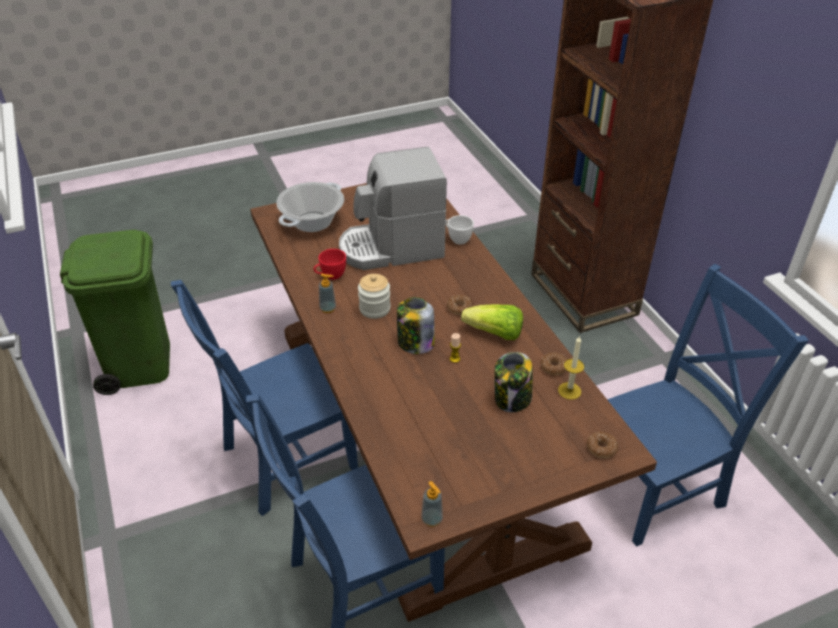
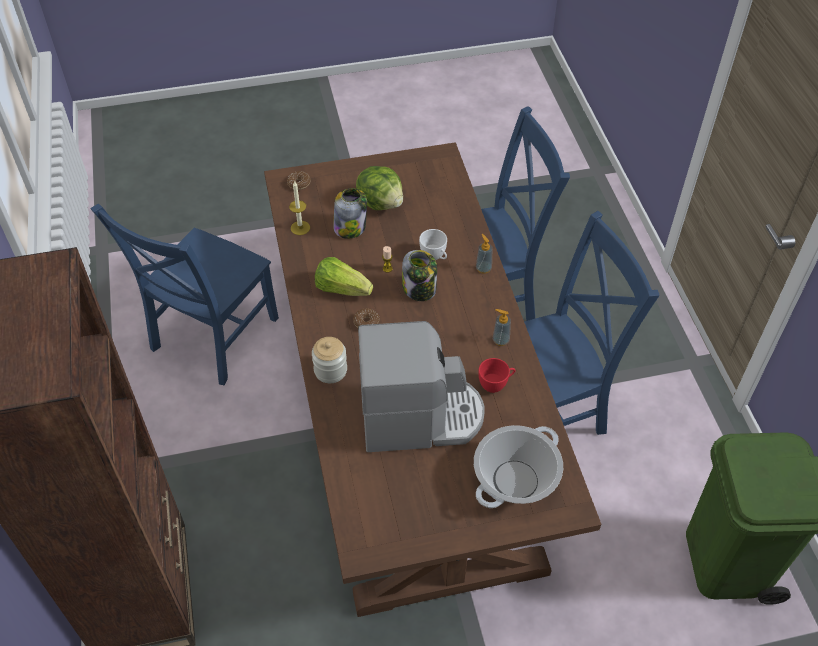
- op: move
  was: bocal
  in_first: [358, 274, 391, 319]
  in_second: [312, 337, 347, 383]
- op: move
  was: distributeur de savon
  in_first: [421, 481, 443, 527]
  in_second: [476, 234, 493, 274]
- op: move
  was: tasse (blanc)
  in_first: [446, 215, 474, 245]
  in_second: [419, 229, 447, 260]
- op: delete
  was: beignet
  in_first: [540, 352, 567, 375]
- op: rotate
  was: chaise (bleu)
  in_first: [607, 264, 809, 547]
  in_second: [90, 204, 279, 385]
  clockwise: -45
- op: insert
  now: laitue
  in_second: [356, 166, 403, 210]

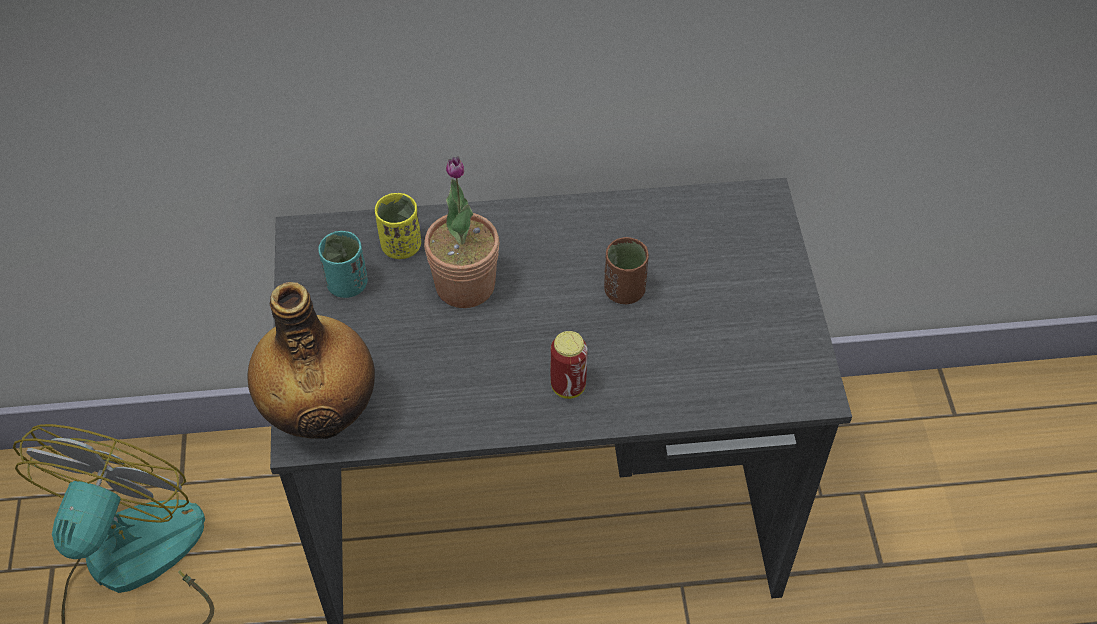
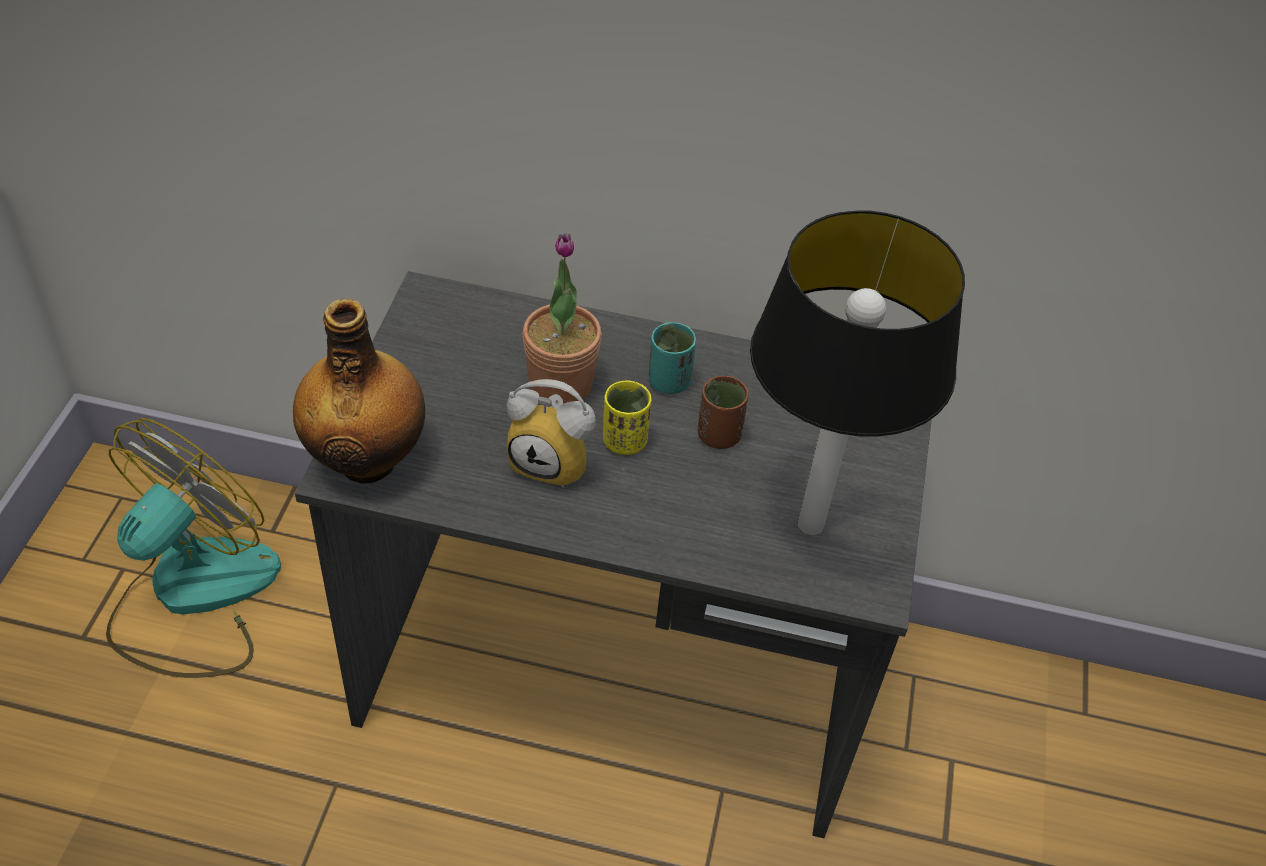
- op: move
  was: tasse (turquoise)
  in_first: [318, 231, 368, 298]
  in_second: [649, 322, 696, 394]
- op: move
  was: tasse (jaune)
  in_first: [375, 193, 421, 259]
  in_second: [603, 380, 652, 455]
- op: delete
  was: boîte métallique
  in_first: [551, 331, 587, 399]
- op: insert
  now: réveil
  in_second: [507, 379, 596, 489]
- op: insert
  now: lampe de table
  in_second: [750, 210, 965, 535]

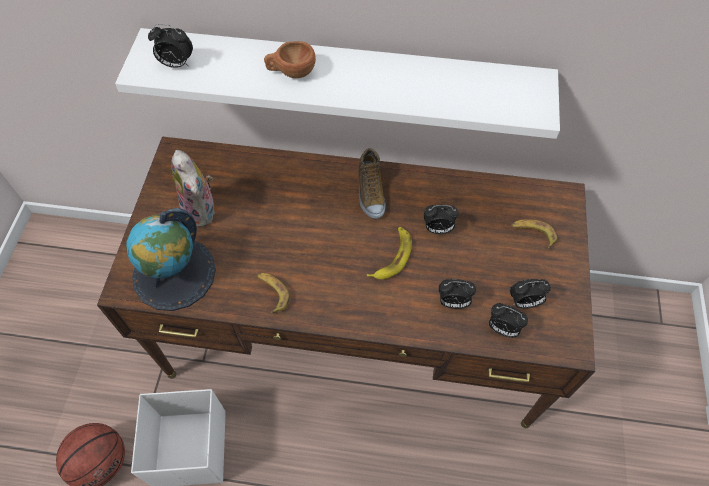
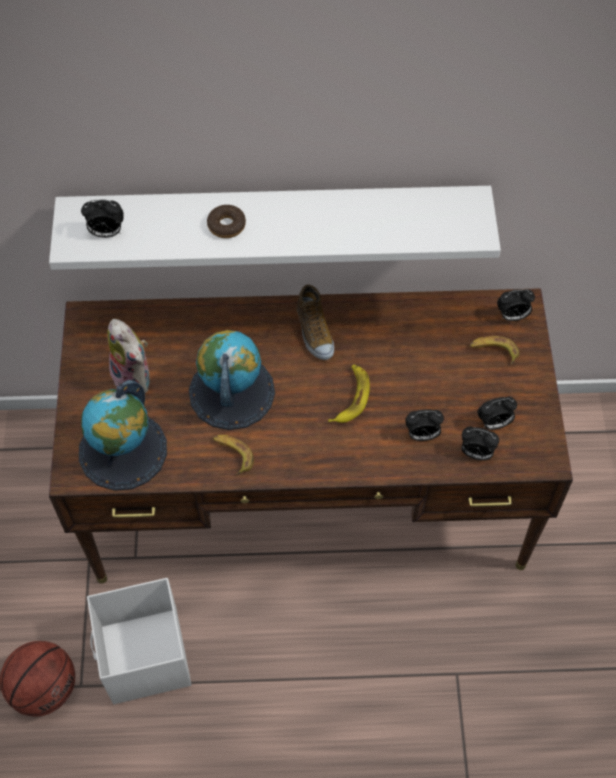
- op: replace
  was: tasse (marron)
  now: beignet
  in_first: [264, 41, 316, 78]
  in_second: [207, 205, 246, 238]
- op: move
  was: réveil
  in_first: [424, 205, 459, 234]
  in_second: [497, 289, 535, 321]
- op: insert
  now: globe
  in_second: [189, 330, 275, 430]

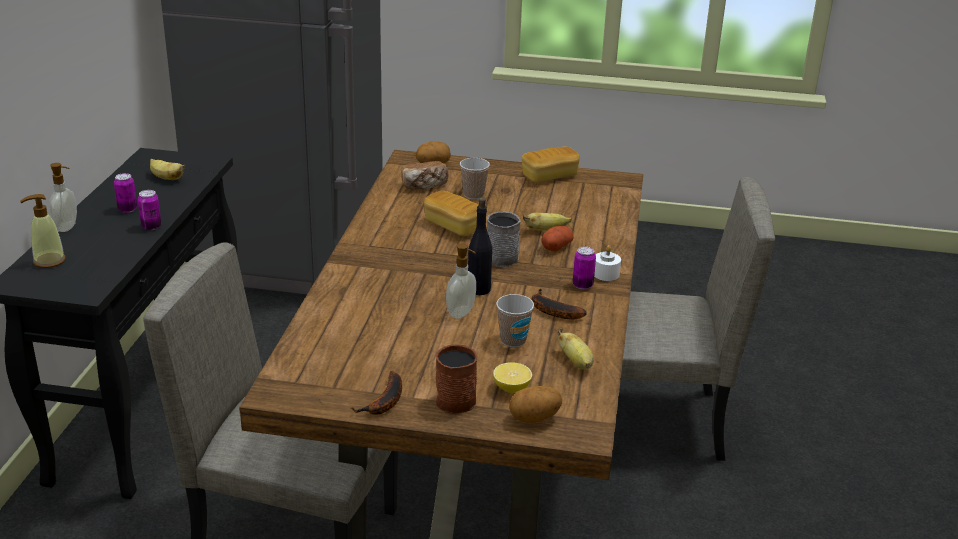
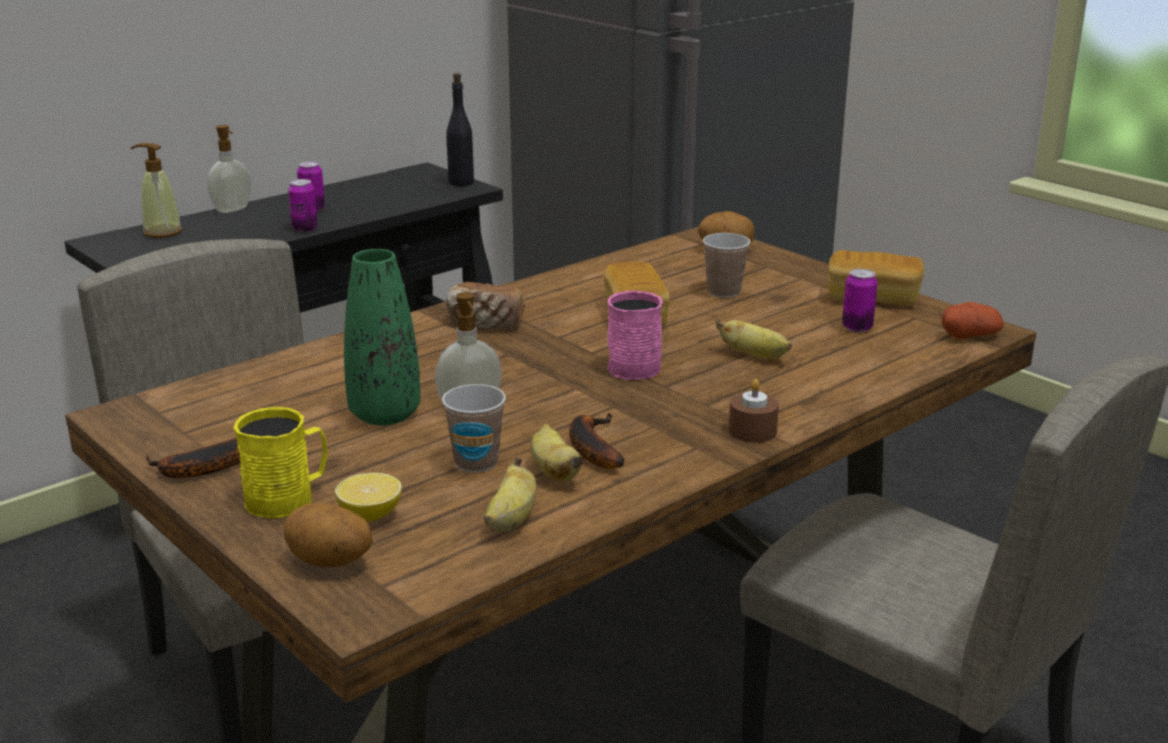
- op: move
  was: banane
  in_first: [150, 159, 186, 180]
  in_second: [530, 423, 583, 482]
- op: move
  was: pain
  in_first: [401, 161, 449, 190]
  in_second: [446, 282, 525, 328]
- op: recolor
  was: mug (marron)
  now: mug (jaune)
  in_first: [436, 345, 477, 414]
  in_second: [234, 407, 328, 518]
- op: move
  was: bouteille (noir)
  in_first: [468, 198, 492, 295]
  in_second: [446, 73, 474, 186]
- op: recolor
  was: mug (gris)
  now: mug (rose)
  in_first: [487, 211, 520, 267]
  in_second: [607, 291, 663, 380]
- op: move
  was: pomme de terre
  in_first: [541, 226, 574, 252]
  in_second: [942, 302, 1004, 339]
- op: move
  was: boîte métallique
  in_first: [573, 246, 596, 289]
  in_second: [842, 269, 878, 332]
- op: recolor
  was: bougie (blanc)
  now: bougie (marron)
  in_first: [594, 245, 621, 281]
  in_second: [729, 379, 779, 443]
- op: insert
  now: vase (vert)
  in_second: [344, 249, 421, 426]

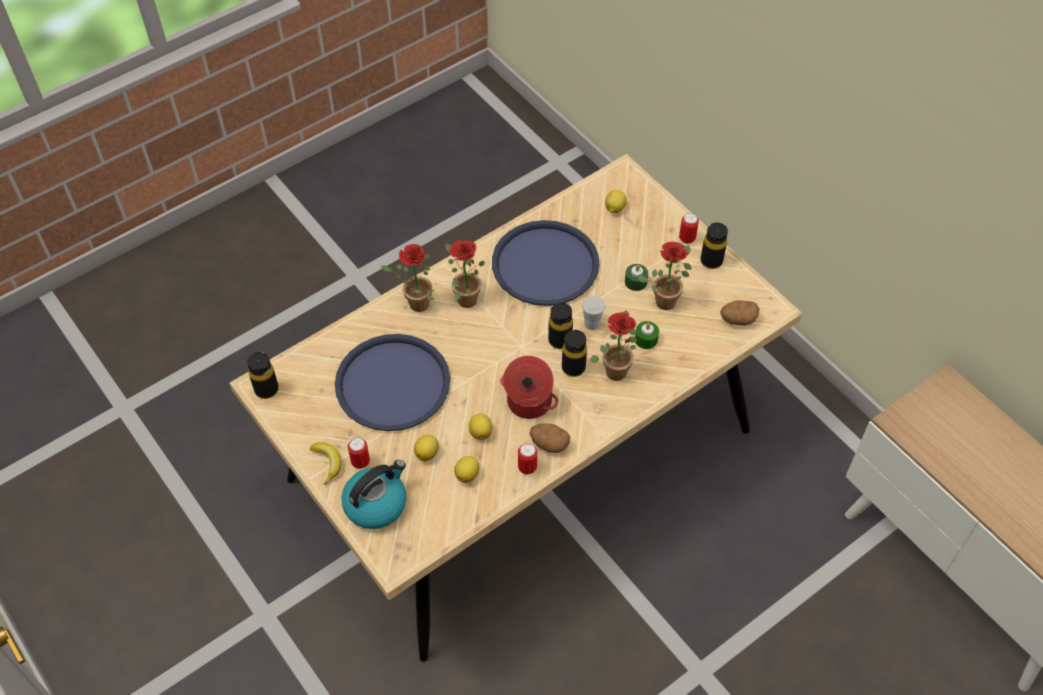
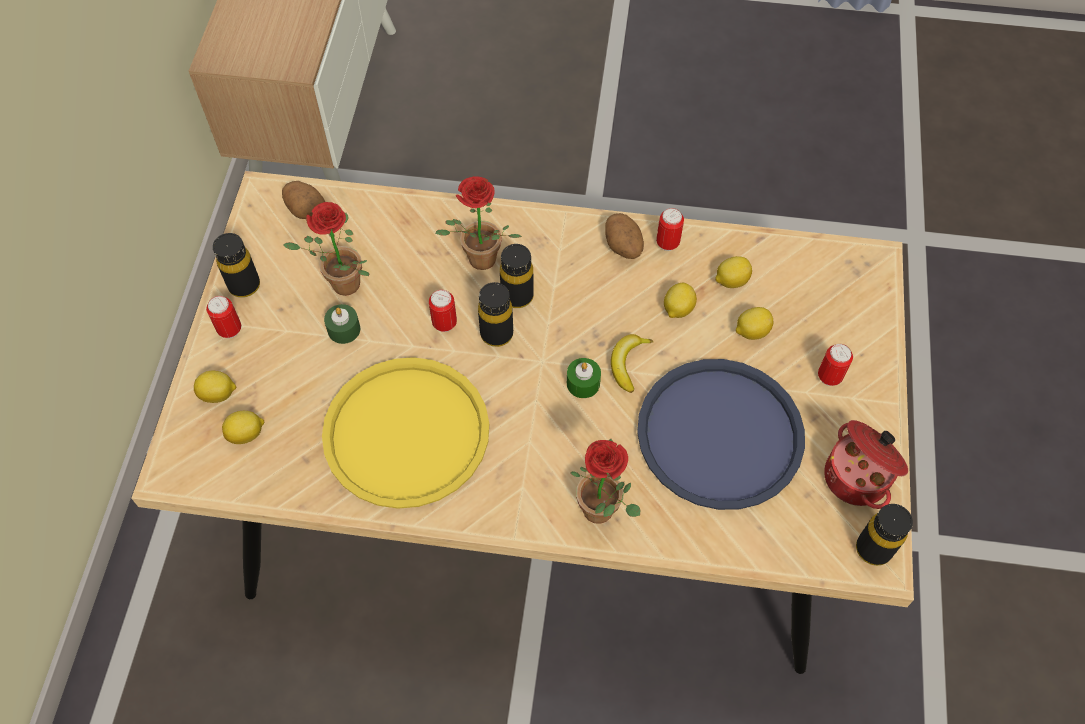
- op: move
  was: banane
  in_first: [310, 442, 341, 485]
  in_second: [611, 334, 653, 393]
- op: delete
  was: bouilloire
  in_first: [341, 460, 406, 529]
- op: delete
  was: plante en pot
  in_first: [445, 240, 485, 308]
- op: recolor
  was: plateau (bleu)
  now: plateau (jaune)
  in_first: [492, 220, 599, 306]
  in_second: [322, 357, 489, 509]
- op: move
  was: marmite
  in_first: [501, 356, 558, 419]
  in_second: [824, 420, 908, 509]
- op: replace
  was: tasse (blanc)
  now: boîte métallique
  in_first: [582, 296, 605, 330]
  in_second: [429, 290, 457, 332]
- op: move
  was: bougie (vert)
  in_first: [635, 321, 659, 349]
  in_second: [567, 358, 601, 398]
- op: insert
  now: citron
  in_second: [194, 371, 236, 403]

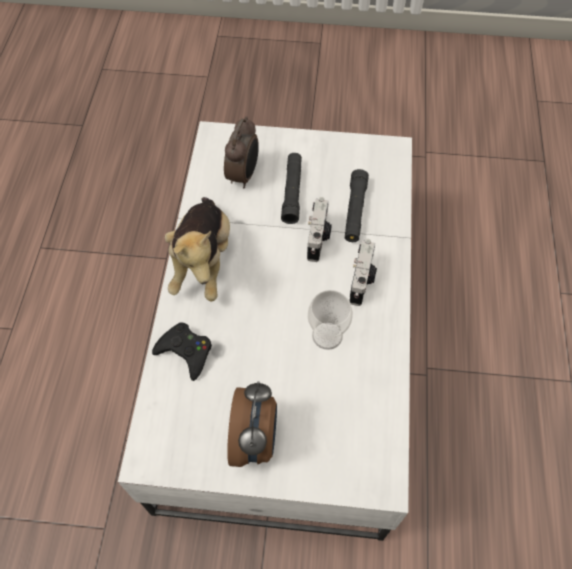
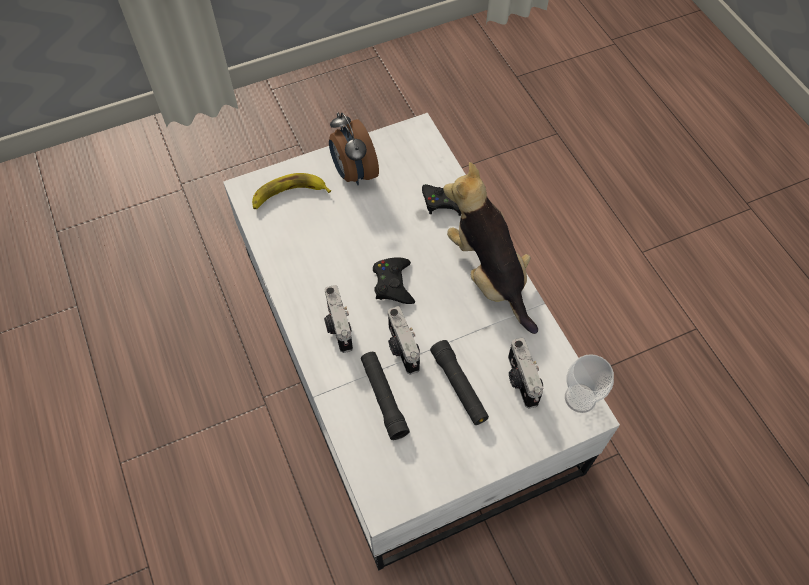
- op: replace
  was: réveil
  now: appareil photo
  in_first: [224, 116, 259, 188]
  in_second: [508, 338, 543, 408]
- op: move
  was: tasse
  in_first: [308, 290, 353, 350]
  in_second: [565, 354, 614, 413]
- op: insert
  now: banane
  in_second: [252, 173, 331, 209]
- op: insert
  now: manette (noir)
  in_second: [373, 258, 415, 304]

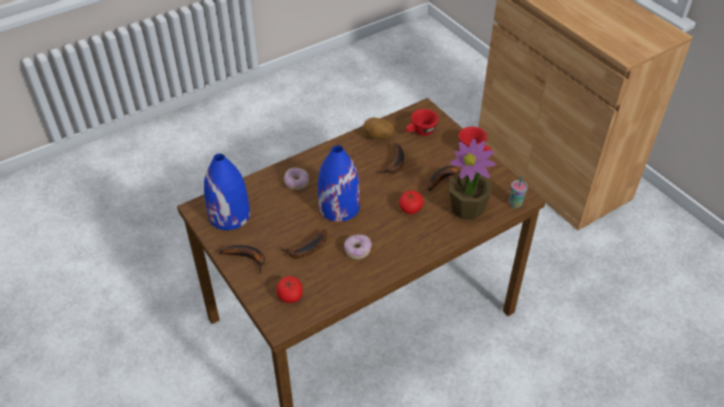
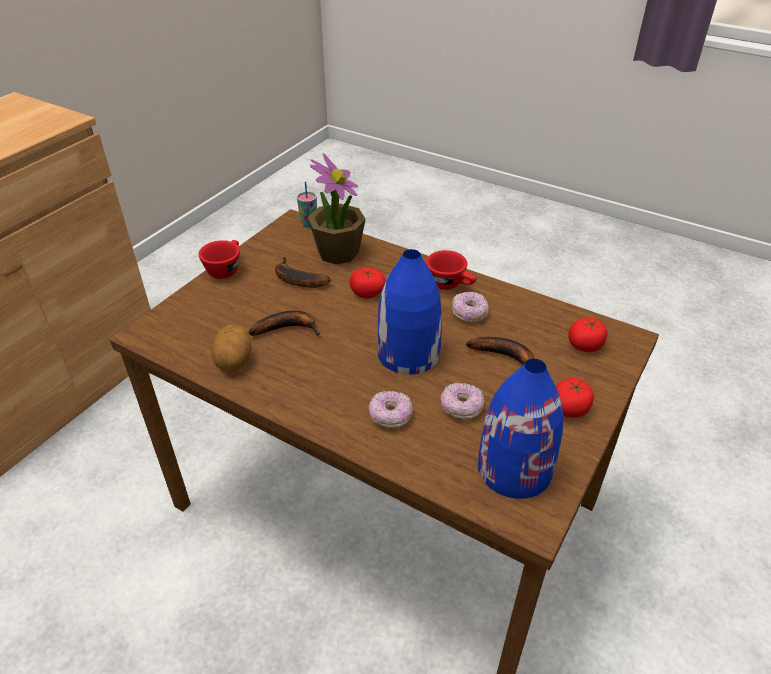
- op: replace
  was: banane
  now: tomate
  in_first: [219, 245, 265, 273]
  in_second: [556, 378, 594, 418]
- op: move
  was: tasse (rouge)
  in_first: [405, 109, 439, 136]
  in_second: [426, 250, 477, 290]
- op: insert
  now: beignet
  in_second: [441, 383, 484, 420]

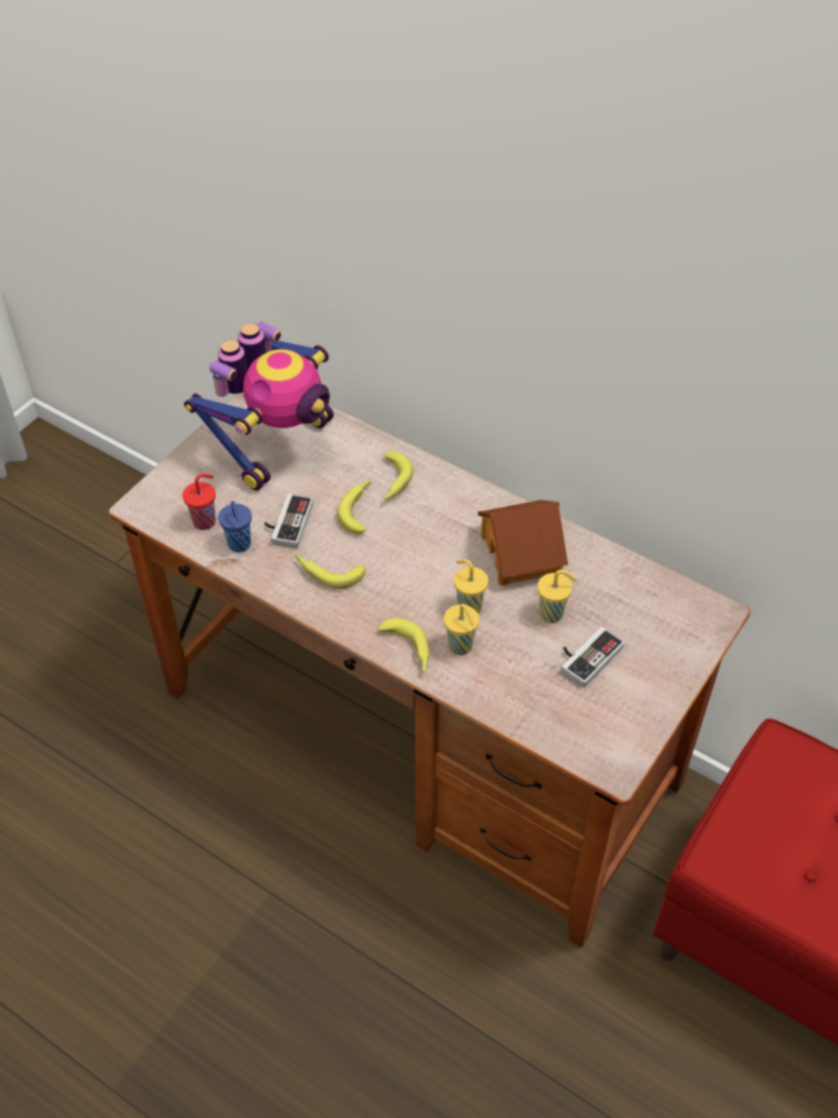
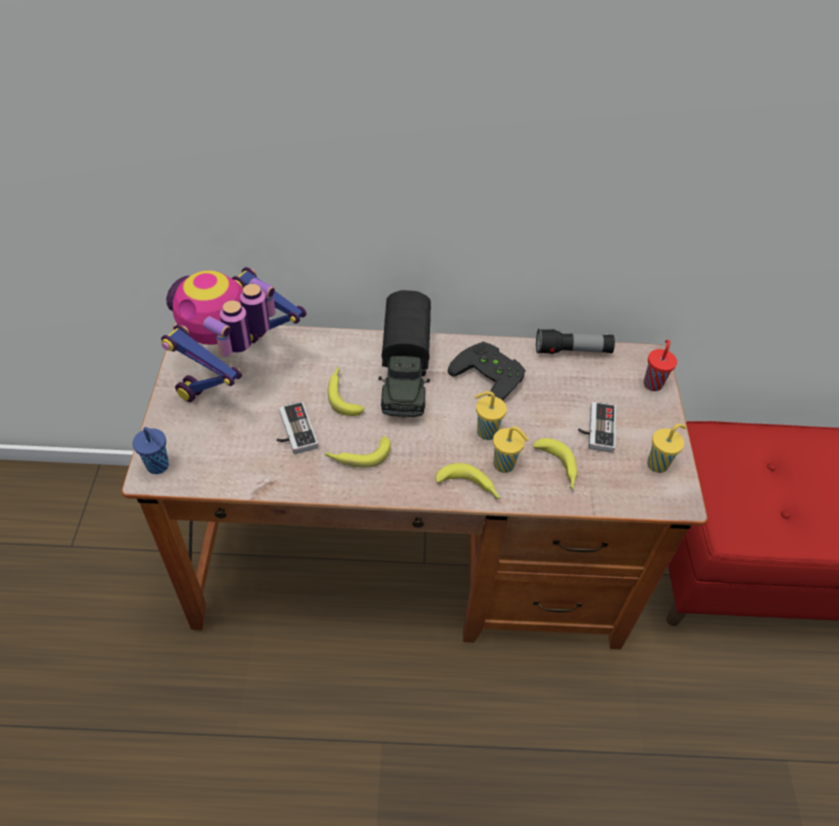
- op: move
  was: tasse (rouge)
  in_first: [182, 473, 216, 530]
  in_second: [644, 340, 677, 391]
- op: rotate
  was: robot jouet
  in_first: [184, 321, 334, 491]
  in_second: [161, 267, 307, 402]
  clockwise: -150
- op: move
  was: tasse (bleu)
  in_first: [218, 501, 252, 552]
  in_second: [133, 427, 169, 474]
- op: move
  was: banane
  in_first: [383, 451, 413, 501]
  in_second: [533, 438, 577, 490]
- op: replace
  was: maison miniature
  now: manette (noir)
  in_first: [478, 500, 568, 585]
  in_second: [448, 342, 526, 401]
- op: move
  was: tasse (jaune)
  in_first: [537, 570, 577, 623]
  in_second: [647, 423, 686, 473]
- op: insert
  now: camion jouet
  in_second: [379, 290, 431, 418]
- op: insert
  now: lampe de poche
  in_second: [536, 329, 615, 354]

